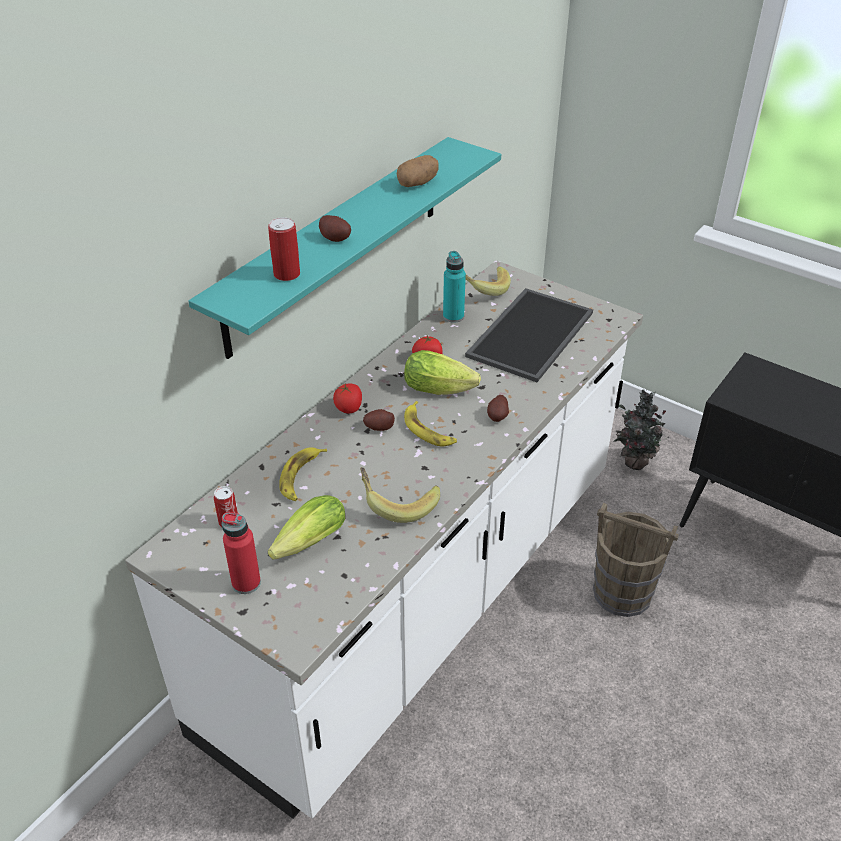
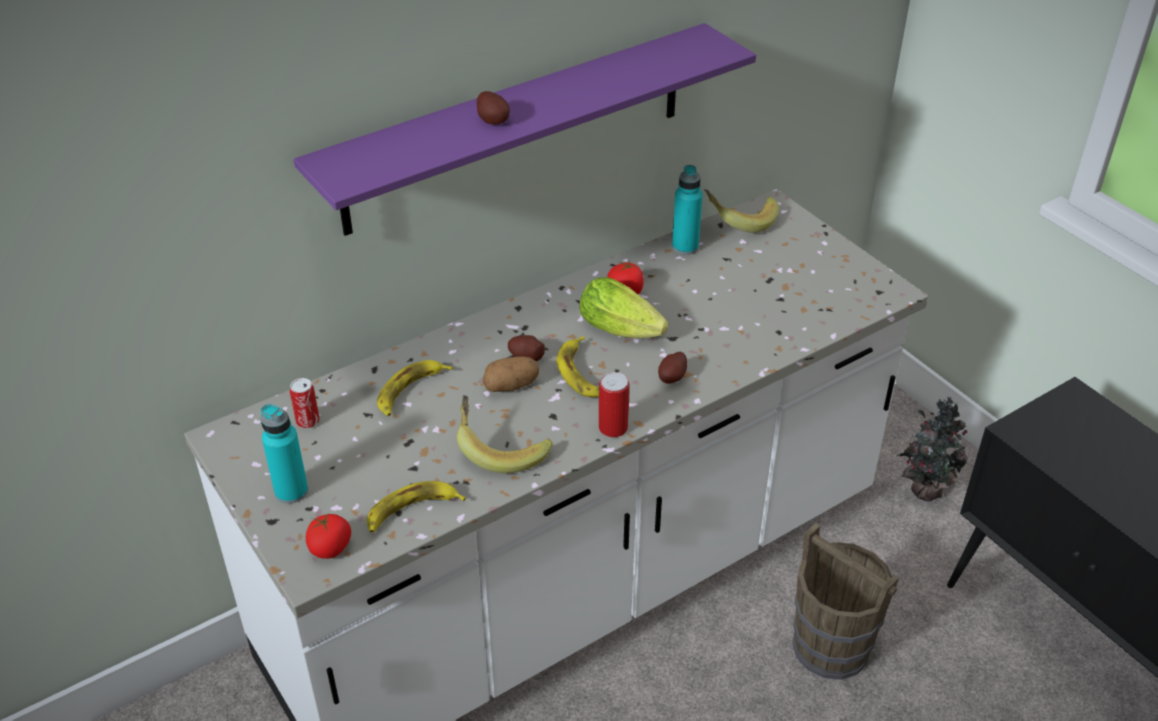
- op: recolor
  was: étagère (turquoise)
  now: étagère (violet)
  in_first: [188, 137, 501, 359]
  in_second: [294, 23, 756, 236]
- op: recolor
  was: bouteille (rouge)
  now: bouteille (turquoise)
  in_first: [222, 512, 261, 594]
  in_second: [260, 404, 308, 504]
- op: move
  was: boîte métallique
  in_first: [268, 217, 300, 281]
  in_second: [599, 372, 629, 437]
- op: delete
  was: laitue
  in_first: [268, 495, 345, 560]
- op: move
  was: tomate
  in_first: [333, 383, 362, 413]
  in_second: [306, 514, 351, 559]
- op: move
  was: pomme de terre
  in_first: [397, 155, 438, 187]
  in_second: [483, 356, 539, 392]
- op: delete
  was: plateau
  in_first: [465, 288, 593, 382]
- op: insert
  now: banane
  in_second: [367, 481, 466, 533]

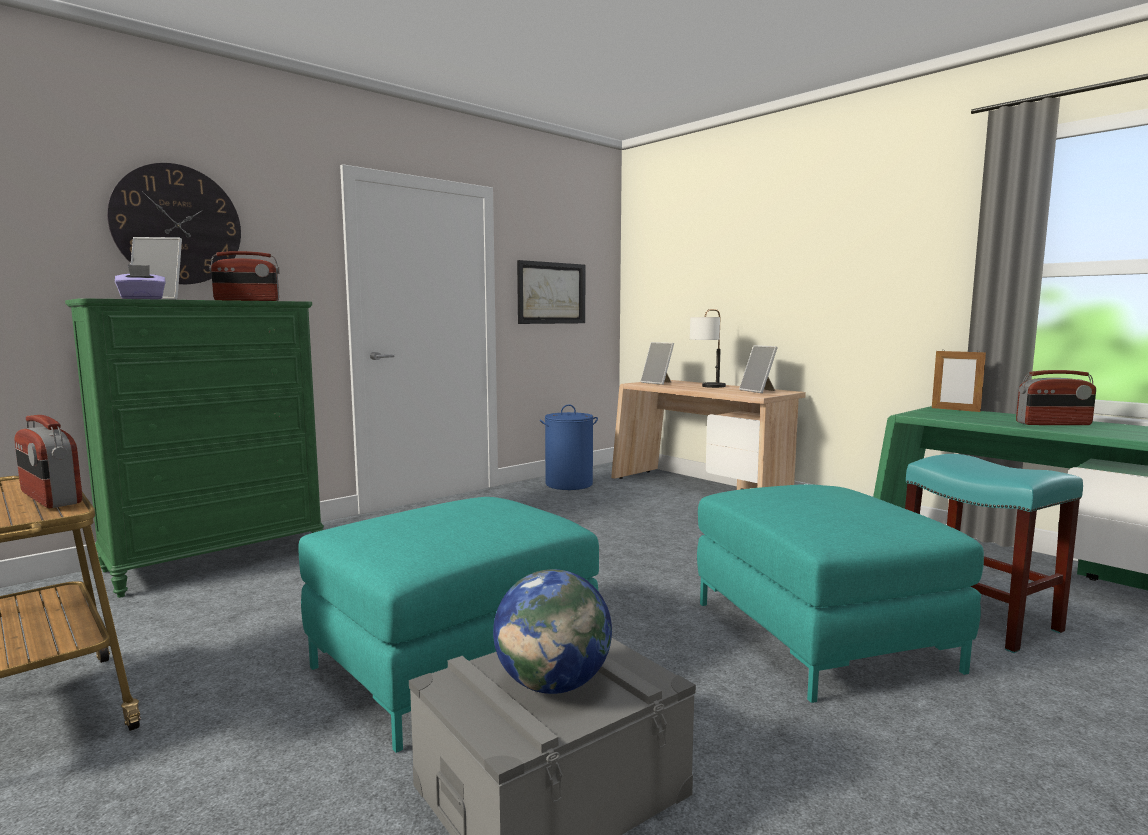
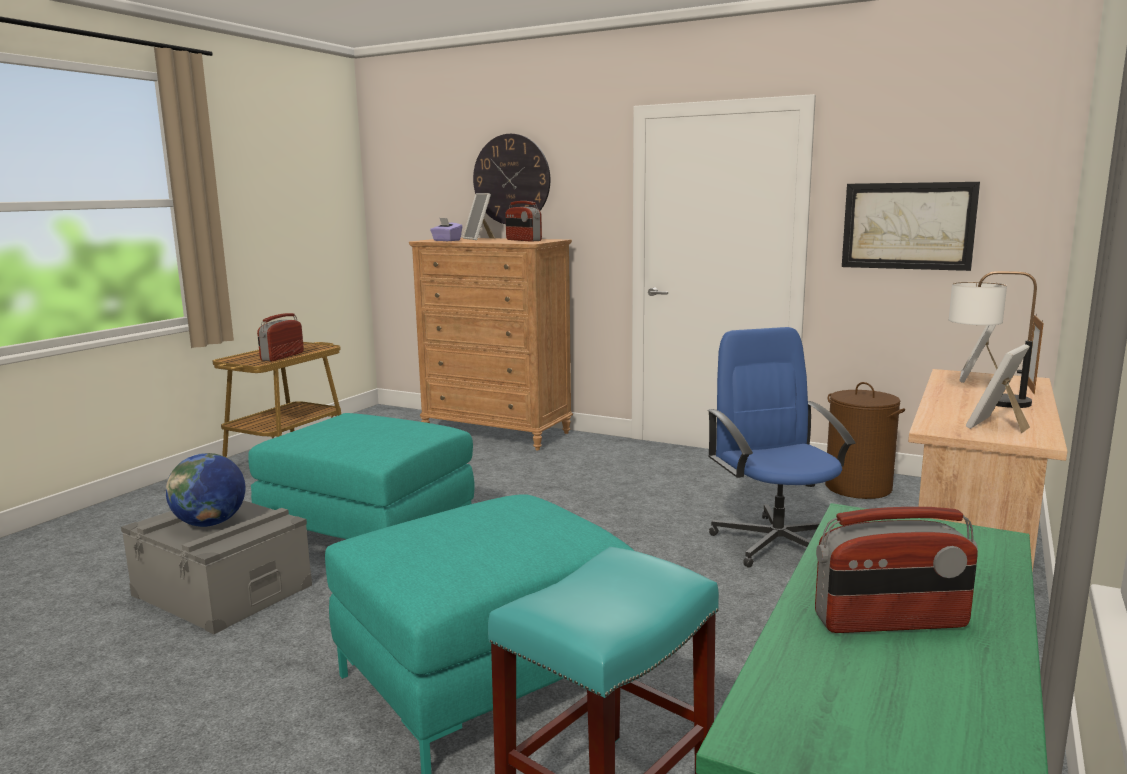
- op: recolor
  was: commode (vert)
  now: commode (marron)
  in_first: [65, 298, 324, 598]
  in_second: [409, 238, 573, 450]
- op: recolor
  was: panier à linge (bleu)
  now: panier à linge (marron)
  in_first: [540, 404, 598, 490]
  in_second: [825, 382, 905, 499]
- op: move
  was: cadre photo
  in_first: [932, 349, 986, 412]
  in_second: [1027, 315, 1044, 394]
- op: rotate
  was: radio
  in_first: [1016, 370, 1096, 425]
  in_second: [815, 507, 978, 633]
  clockwise: -75
- op: insert
  now: chaise de bureau (bleu)
  in_second: [707, 327, 856, 568]

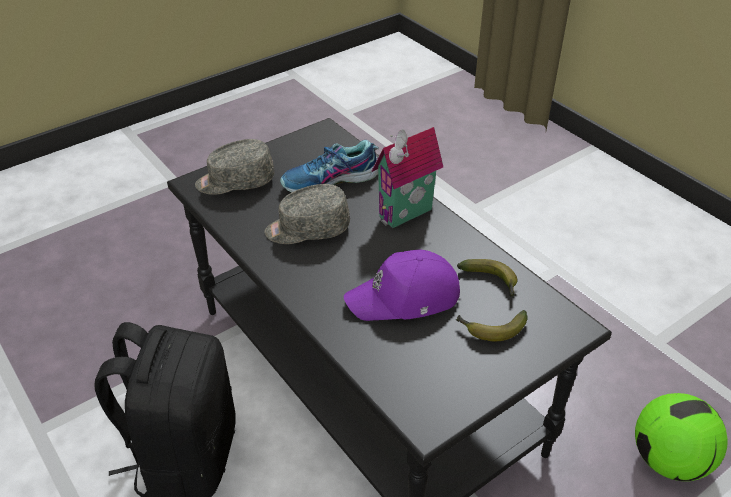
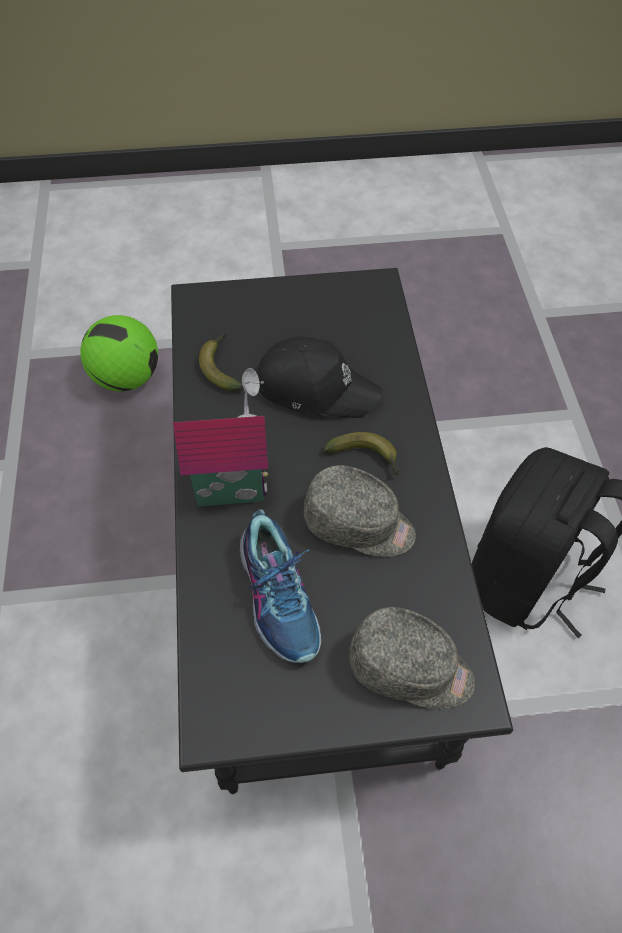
- op: rotate
  was: chaussure
  in_first: [280, 140, 379, 192]
  in_second: [240, 509, 321, 663]
  clockwise: 60
- op: recolor
  was: casquette (violet)
  now: casquette (noir)
  in_first: [344, 250, 460, 321]
  in_second: [257, 336, 382, 418]
- op: move
  was: banane
  in_first: [456, 310, 528, 341]
  in_second: [322, 432, 399, 475]

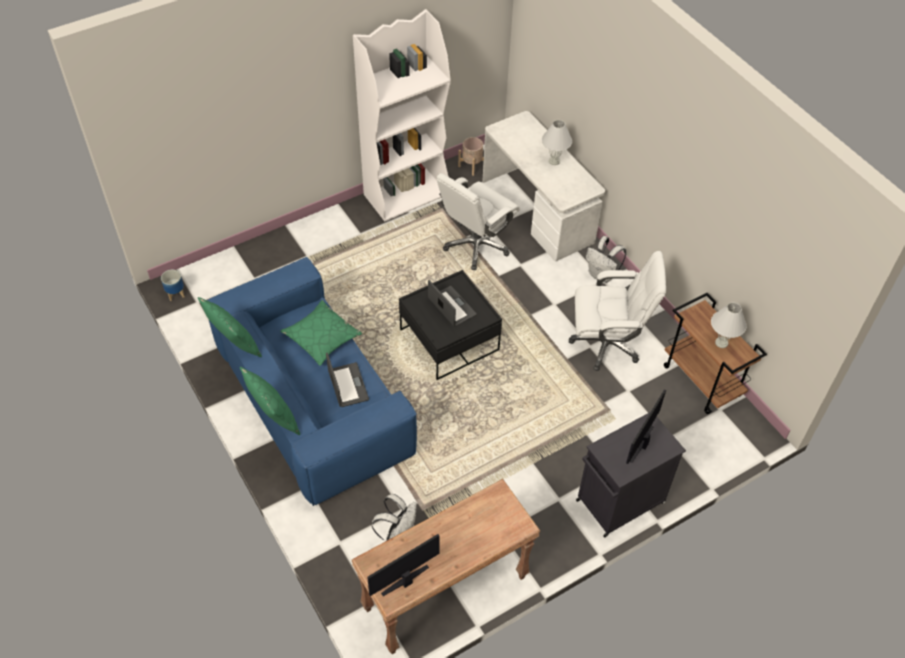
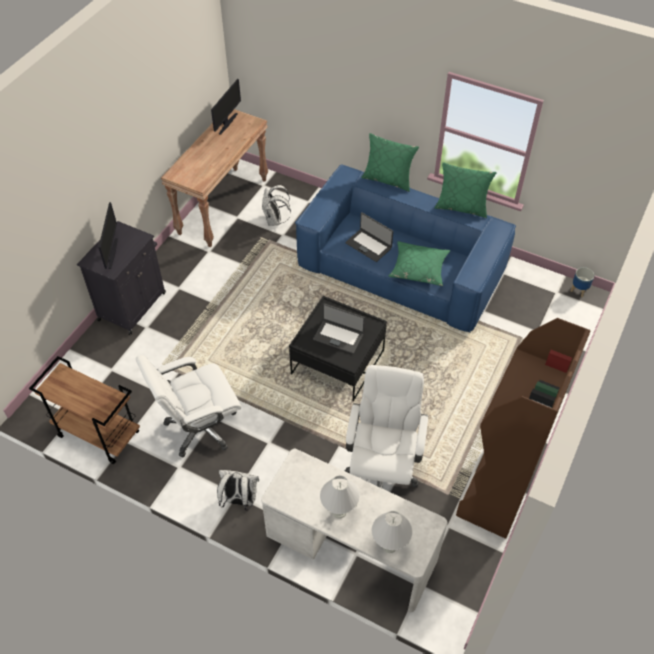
- op: recolor
  was: bibliothèque (blanc)
  now: bibliothèque (marron)
  in_first: [353, 9, 451, 222]
  in_second: [456, 318, 590, 538]
- op: delete
  was: cache-pot (beige)
  in_first: [458, 137, 484, 176]
- op: move
  was: lampe de table (blanc)
  in_first: [711, 302, 746, 348]
  in_second: [372, 511, 412, 553]

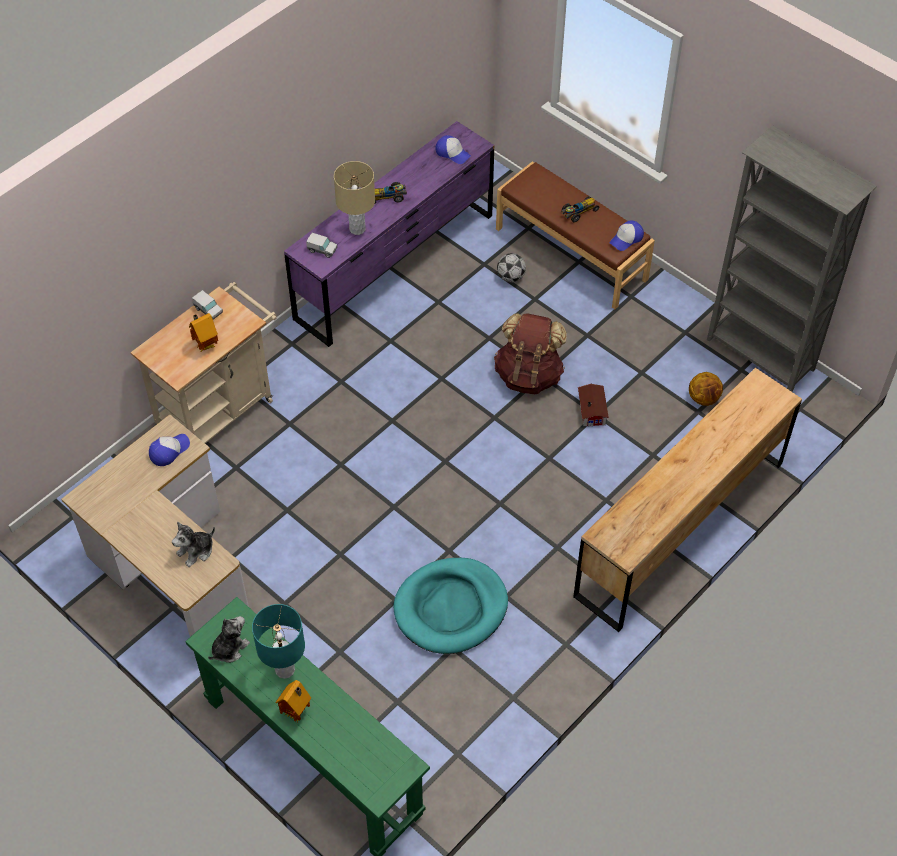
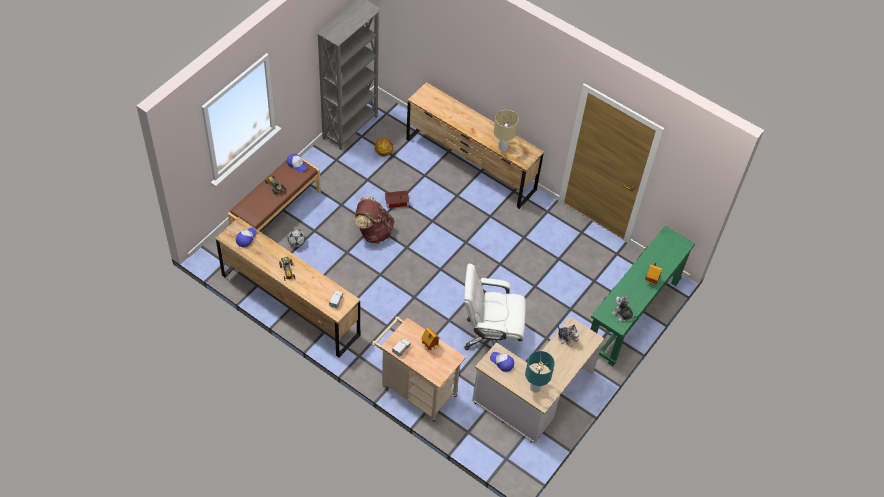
- op: move
  was: lampe de table (turquoise)
  in_first: [252, 604, 305, 679]
  in_second: [525, 351, 555, 393]
- op: recolor
  was: commode (violet)
  now: commode (marron)
  in_first: [284, 121, 494, 347]
  in_second: [216, 217, 360, 358]
- op: move
  was: lampe de table (beige)
  in_first: [334, 161, 375, 235]
  in_second: [494, 110, 519, 151]
- op: delete
  was: panier pour chien (turquoise)
  in_first: [393, 558, 508, 654]
- op: insert
  now: chaise de bureau (blanc)
  in_second: [464, 264, 526, 350]

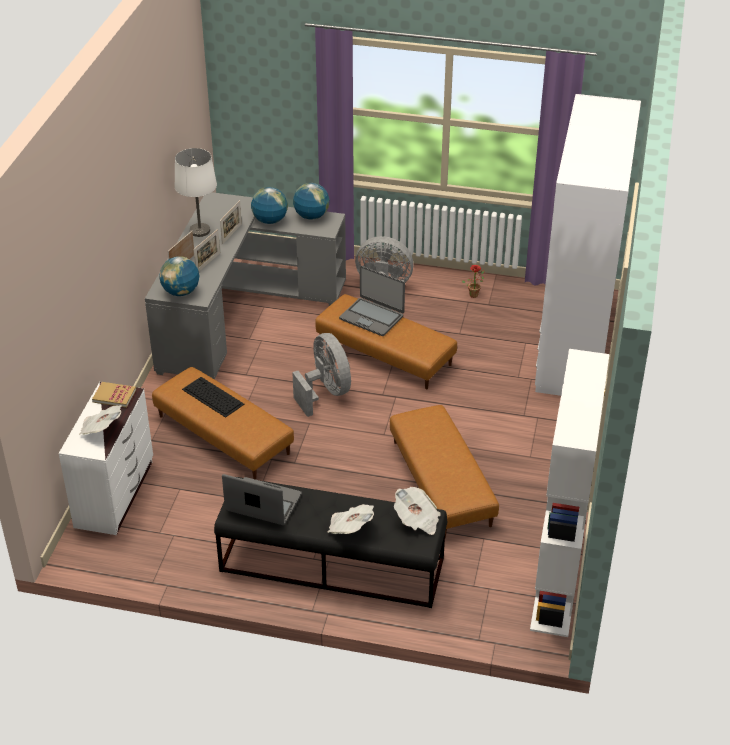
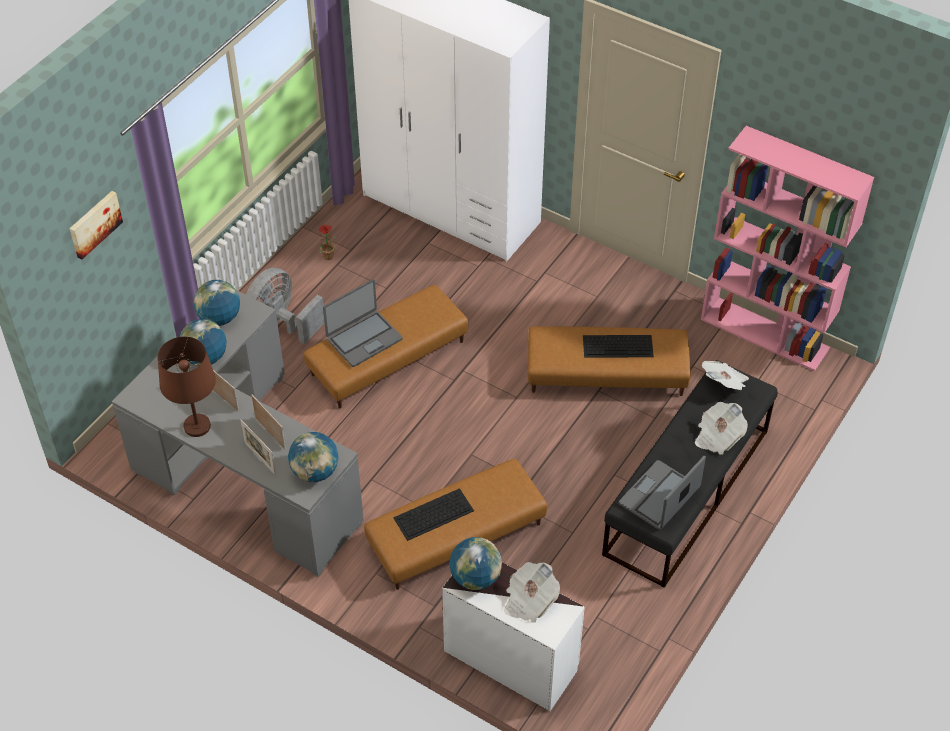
- op: replace
  was: livre
  now: globe
  in_first: [92, 382, 136, 408]
  in_second: [449, 537, 502, 590]
- op: recolor
  was: lampe de table (blanc)
  now: lampe de table (marron)
  in_first: [174, 148, 217, 237]
  in_second: [157, 336, 216, 437]
- op: delete
  was: ventilateur (gris)
  in_first: [292, 333, 351, 417]
- op: recolor
  was: bibliothèque (blanc)
  now: bibliothèque (rose)
  in_first: [530, 349, 609, 637]
  in_second: [701, 126, 874, 371]
- op: insert
  now: tableau
  in_second: [69, 191, 123, 260]
- op: insert
  now: clavier
  in_second: [583, 335, 654, 358]

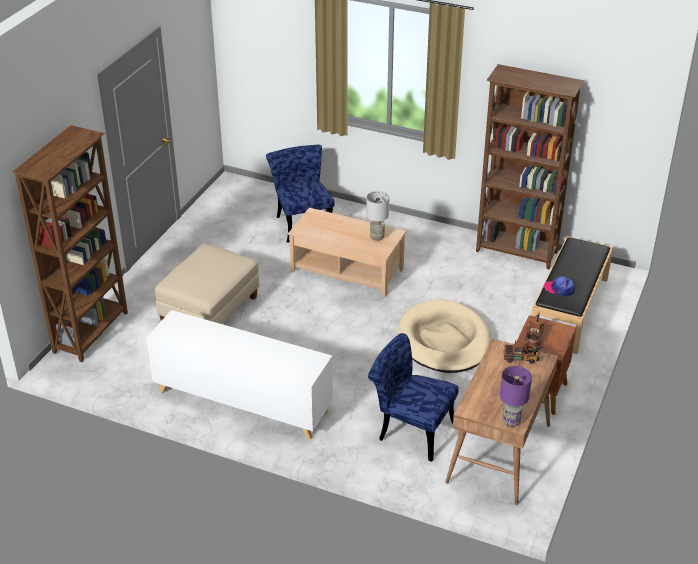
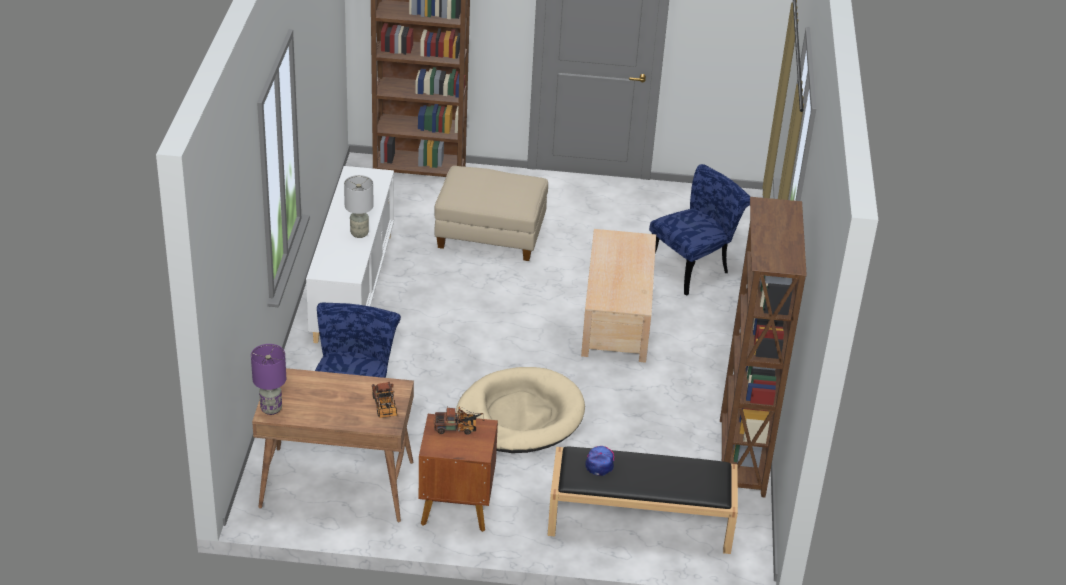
- op: move
  was: lampe de table (gris)
  in_first: [366, 191, 389, 241]
  in_second: [344, 175, 373, 238]

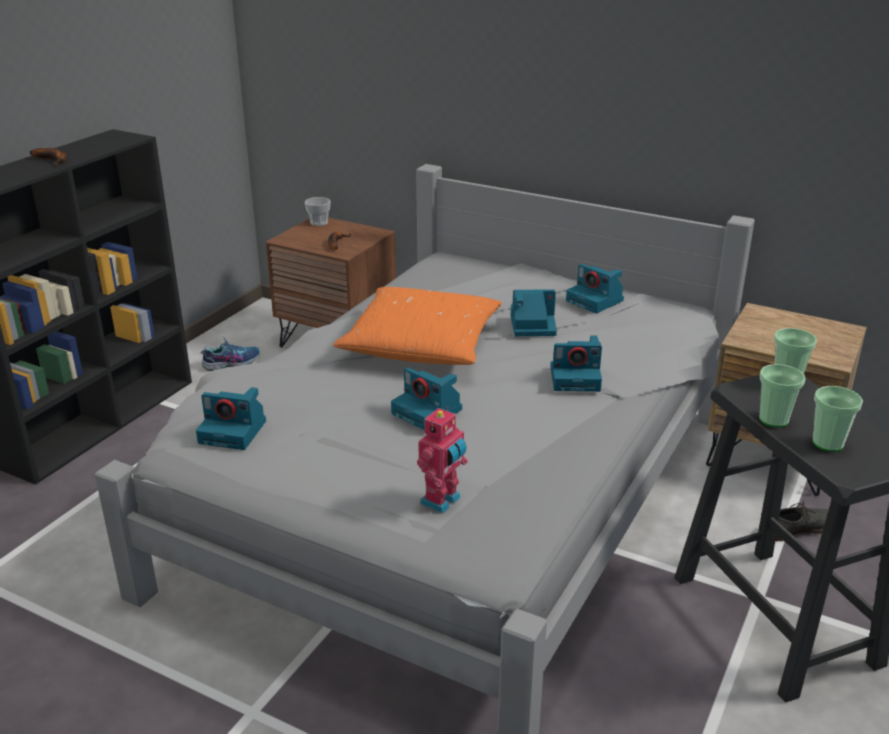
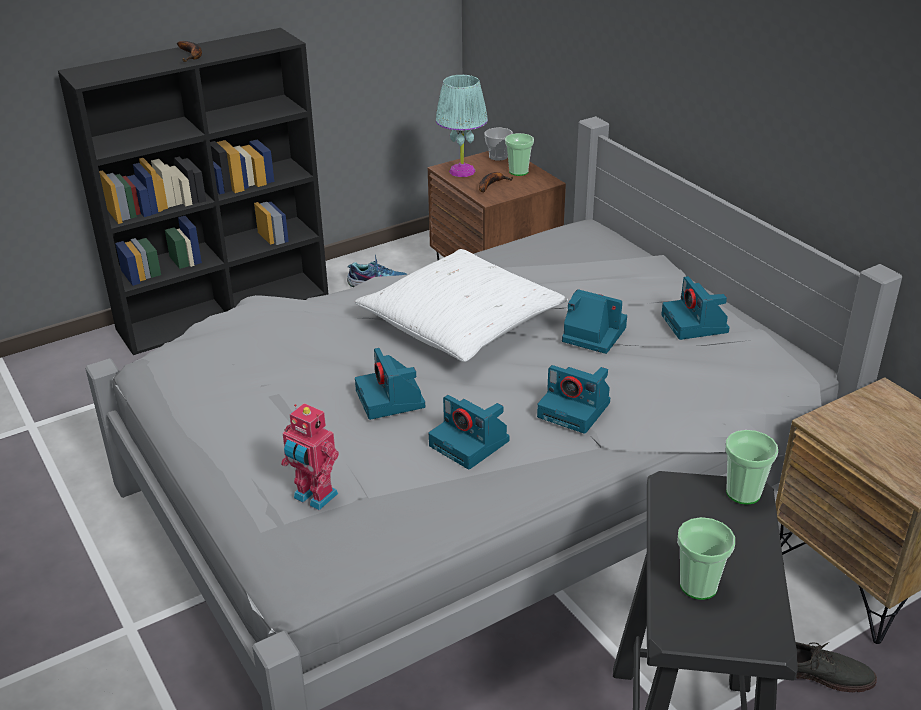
- op: move
  was: appareil photo
  in_first: [196, 387, 266, 450]
  in_second: [429, 395, 509, 470]
- op: recolor
  was: coussin (orange)
  now: coussin (blanc)
  in_first: [333, 287, 502, 365]
  in_second: [354, 249, 568, 362]
- op: rotate
  was: robot jouet
  in_first: [417, 407, 468, 513]
  in_second: [281, 403, 339, 510]
  clockwise: 60
- op: move
  was: tasse
  in_first: [759, 364, 805, 428]
  in_second: [505, 133, 534, 176]
- op: insert
  now: lampe de table (turquoise)
  in_second: [436, 75, 488, 177]

